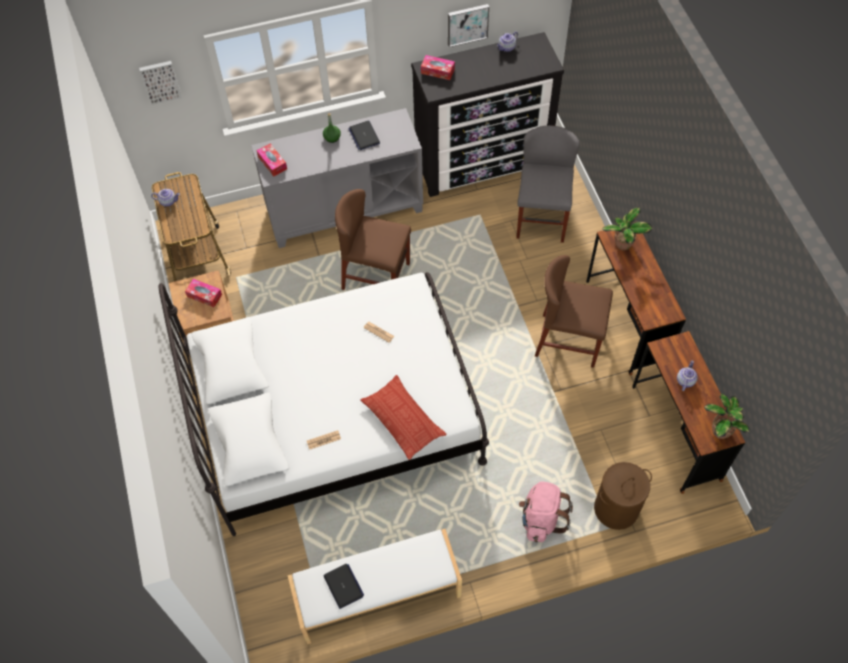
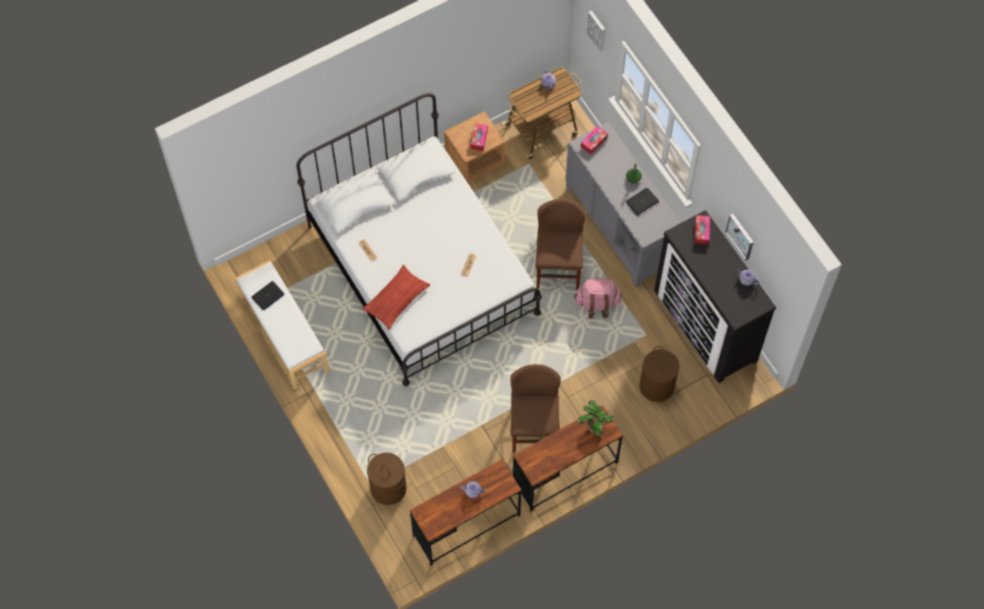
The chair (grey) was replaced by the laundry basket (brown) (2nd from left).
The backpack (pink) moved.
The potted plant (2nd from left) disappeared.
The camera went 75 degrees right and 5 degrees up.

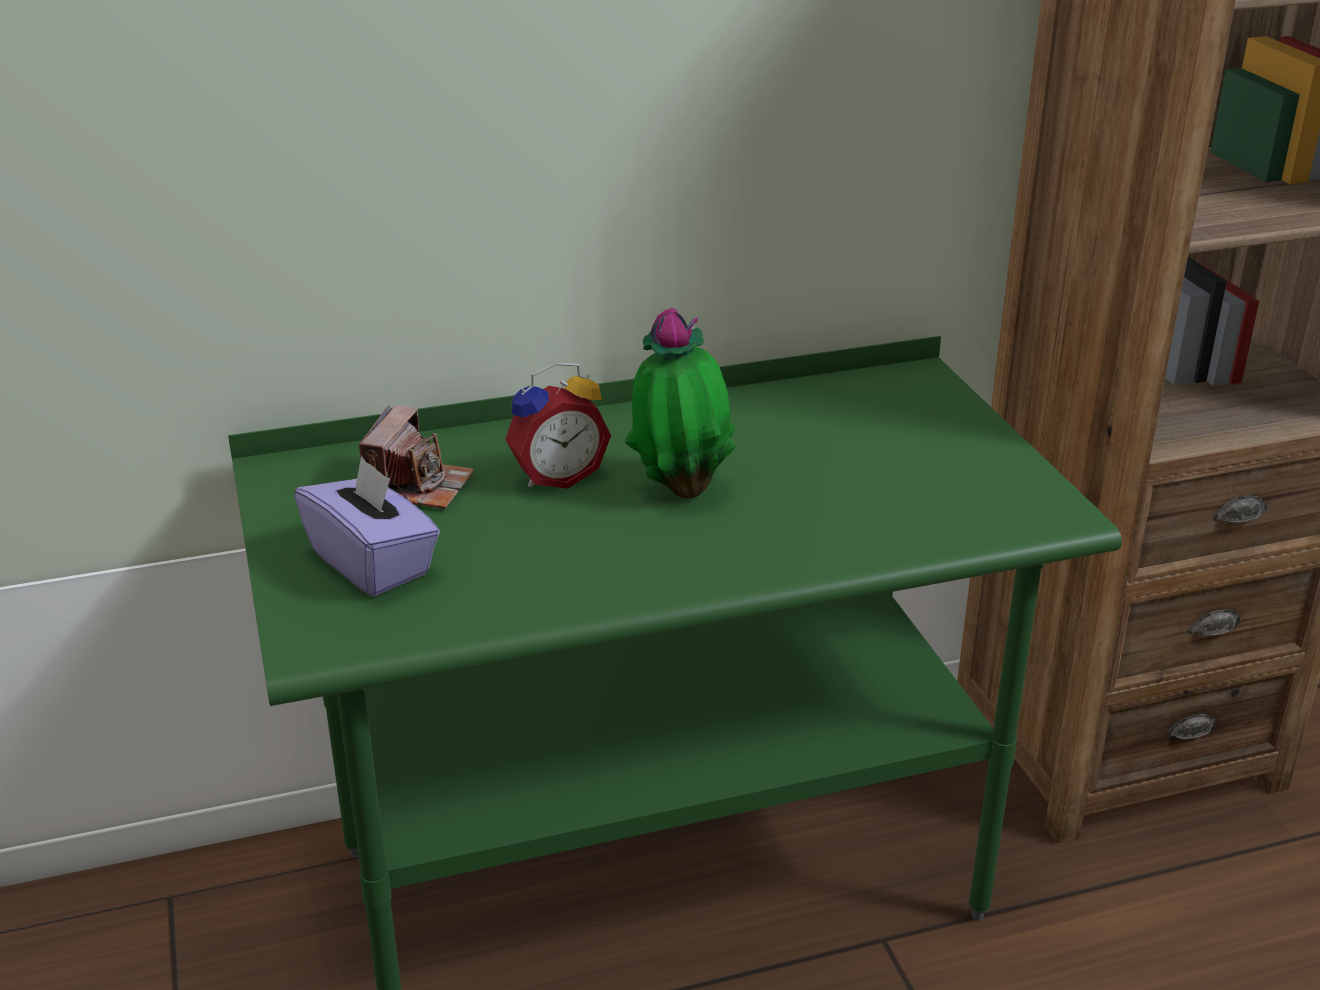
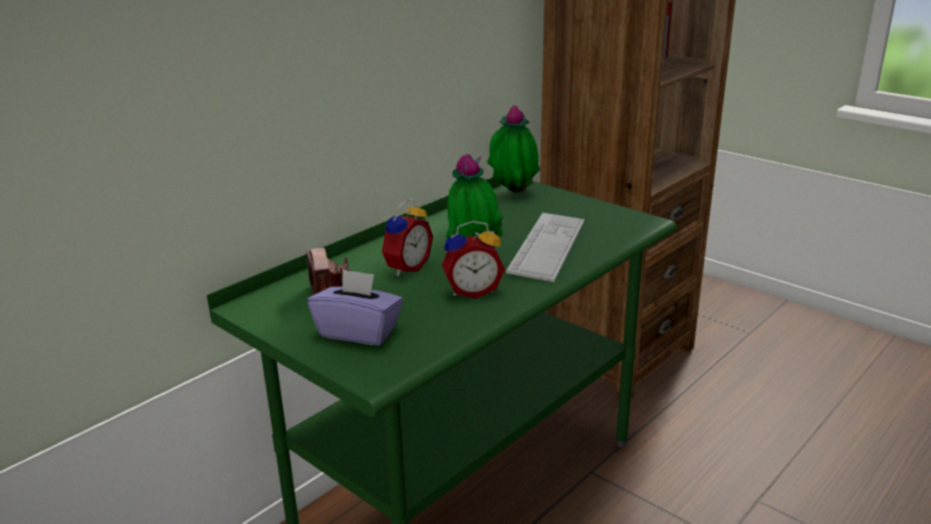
The alarm clock (2nd from left) appeared.
The potted plant (2nd from left) appeared.
The keyboard appeared.
The camera went 30 degrees left and 5 degrees down.

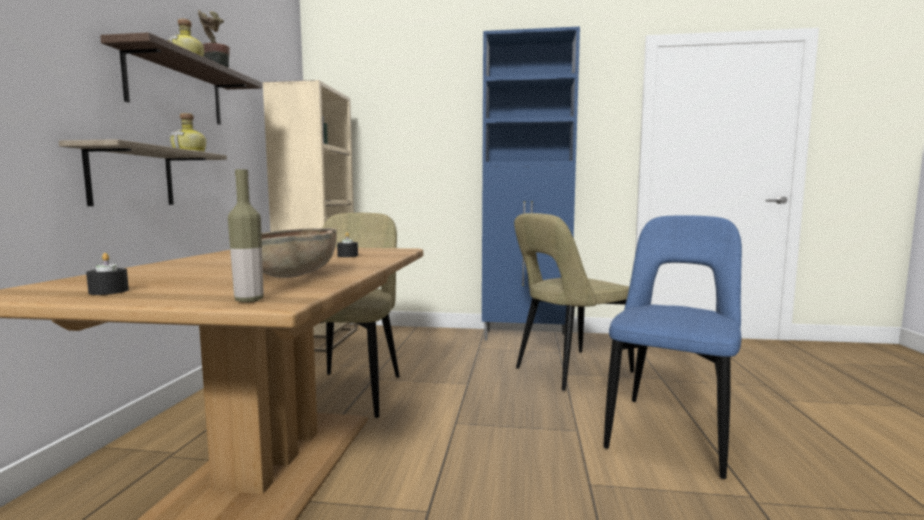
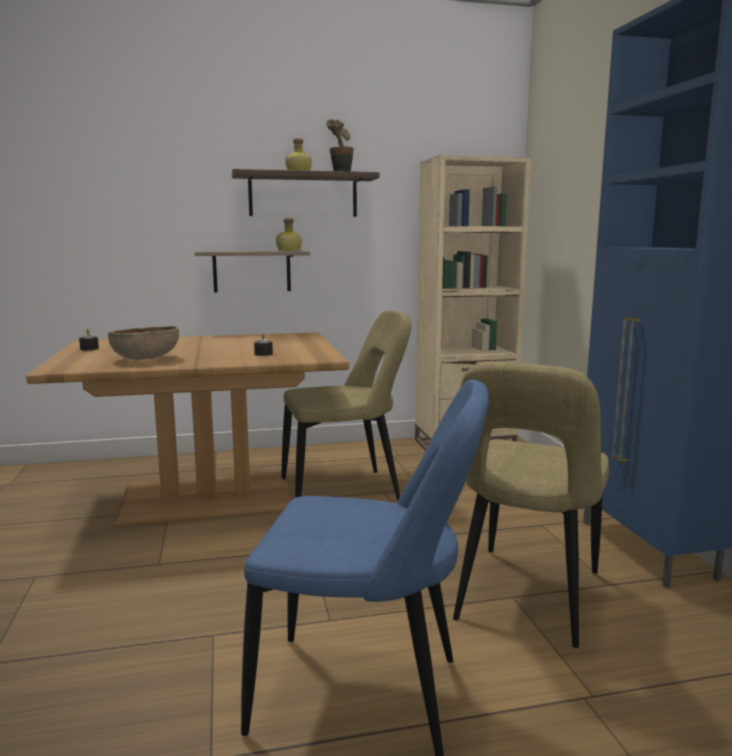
The bottle (3rd from left) disappeared.
The chair (beige) (2nd from left) turned 105 degrees counterclockwise.
The camera went 70 degrees right and 5 degrees up.

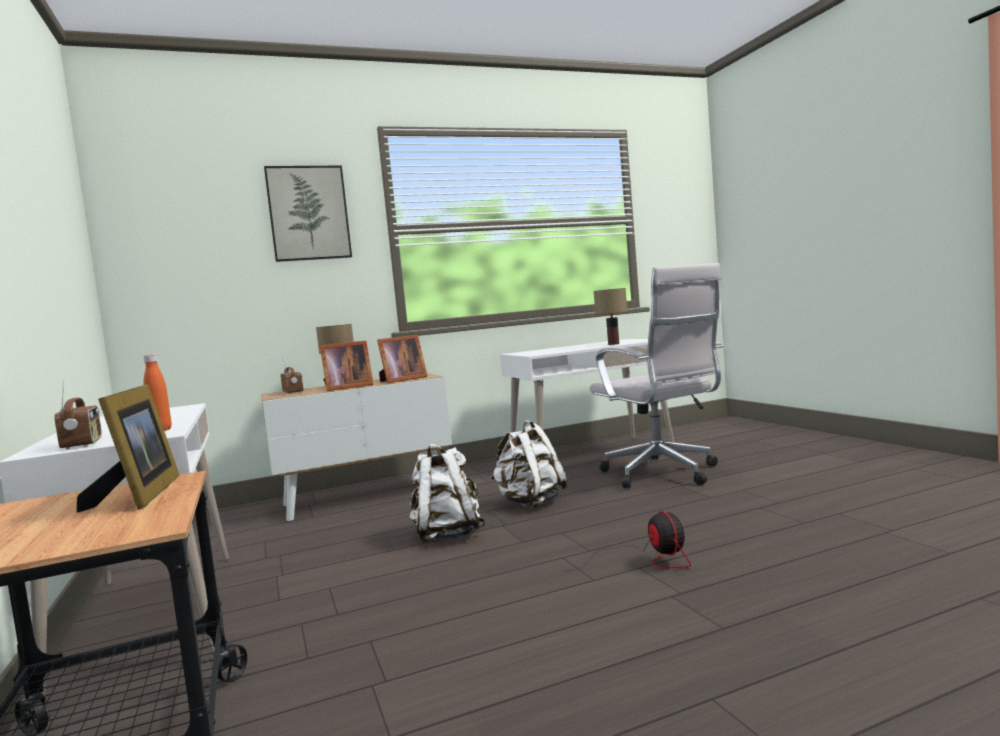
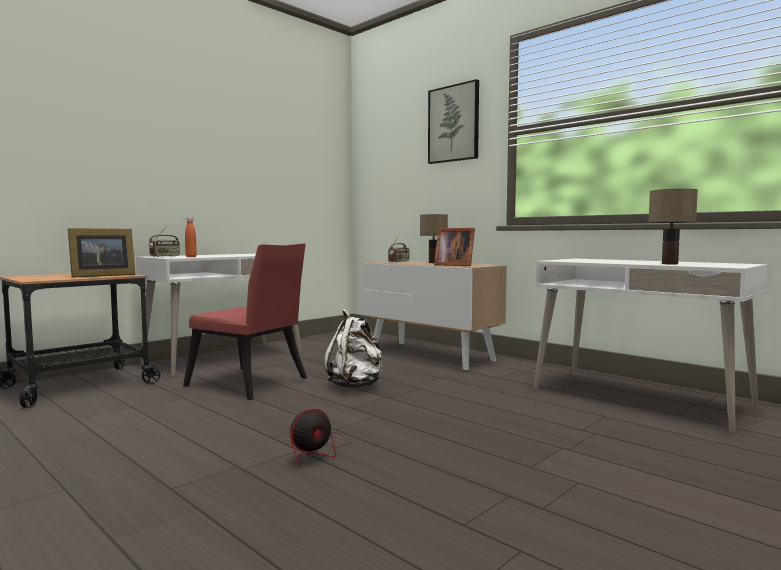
The picture frame (2nd from left) disappeared.
The backpack (white) (2nd from left) disappeared.
The office chair (white) disappeared.
The chair (red) appeared.
The camera went 65 degrees right and 0 degrees up.

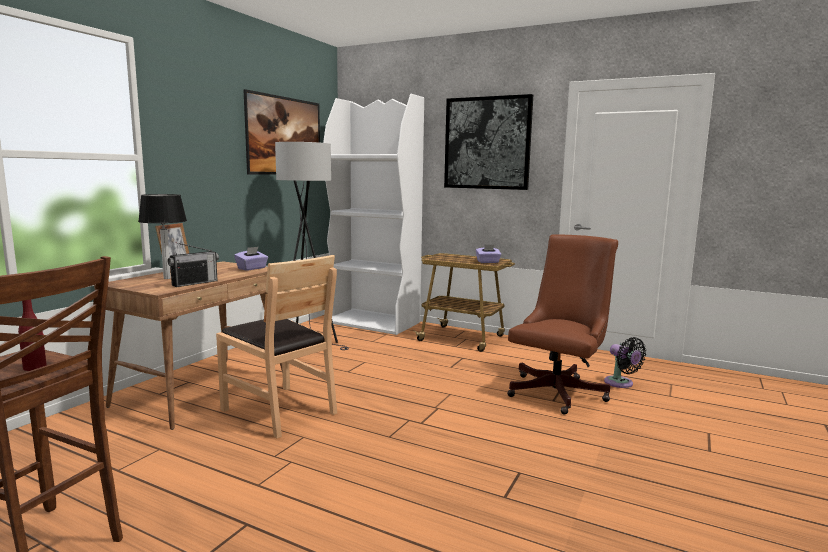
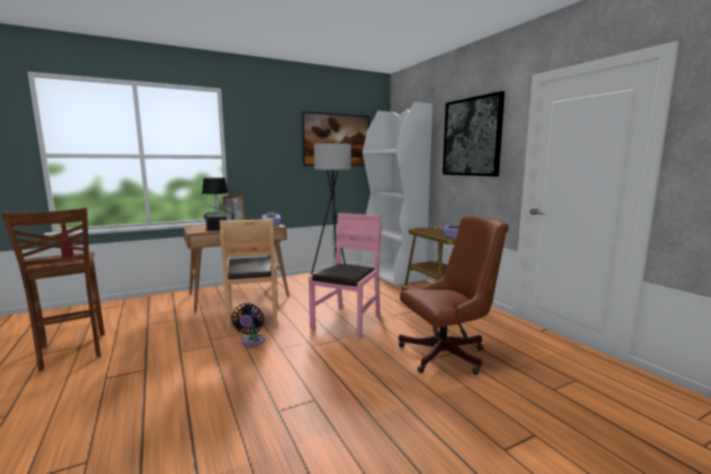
The fan (black) moved.
The chair (pink) appeared.
The camera went 35 degrees right and 0 degrees up.

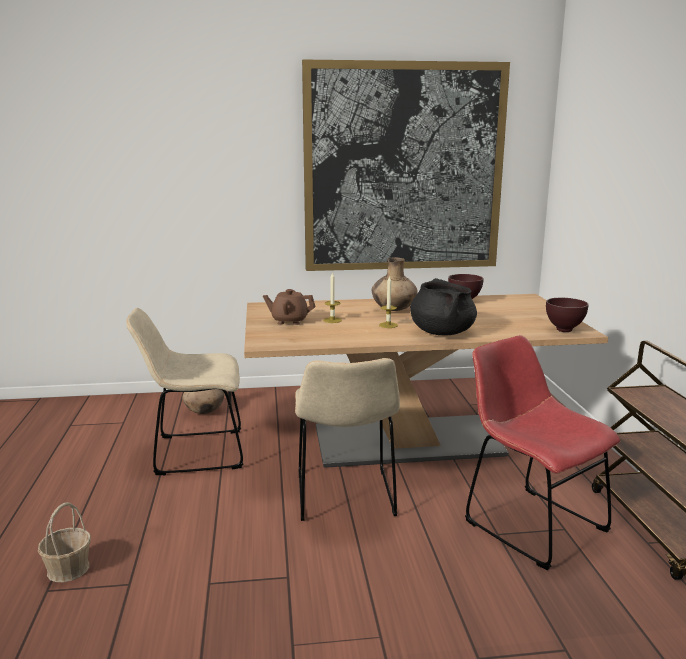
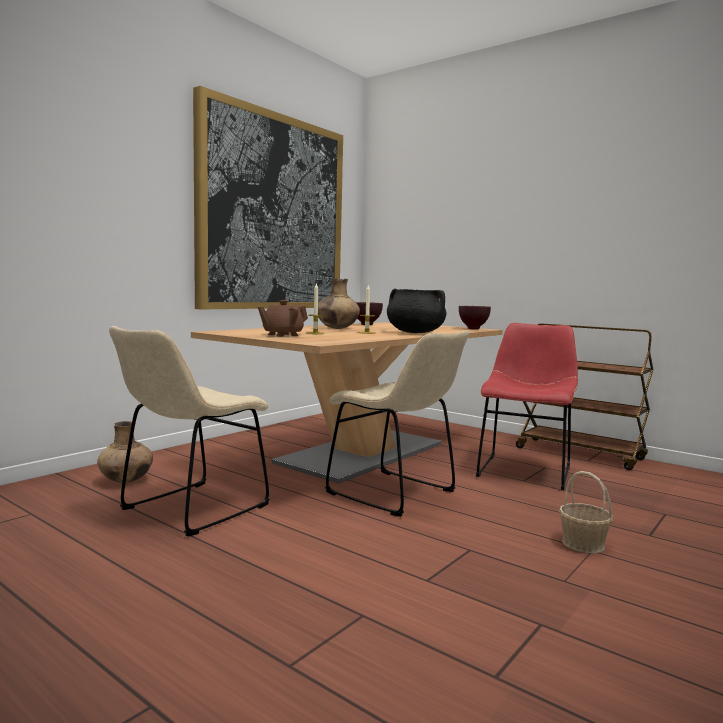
The basket moved.
The chair (red) turned 105 degrees clockwise.
The camera went 45 degrees left and 10 degrees down.

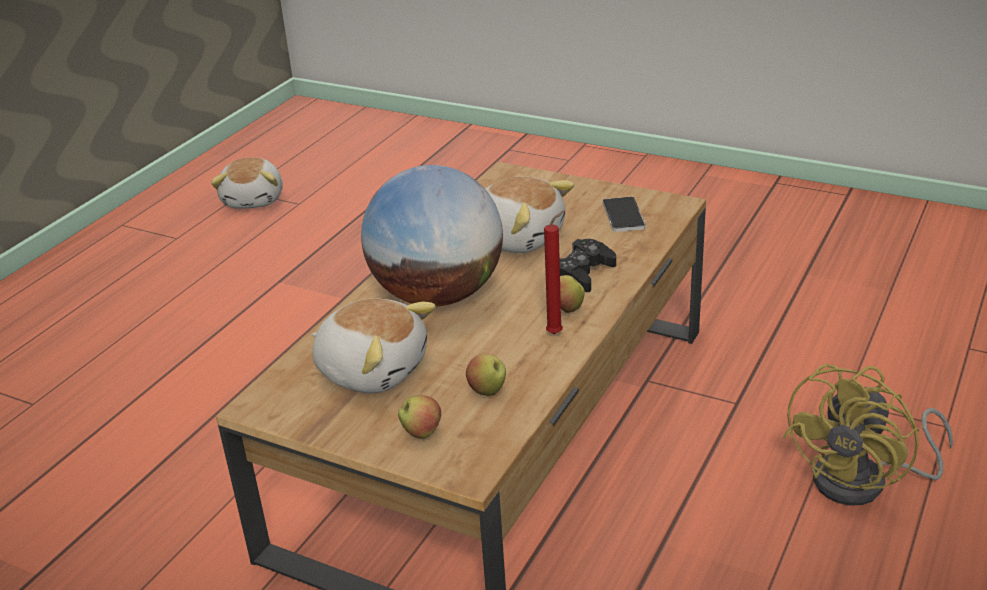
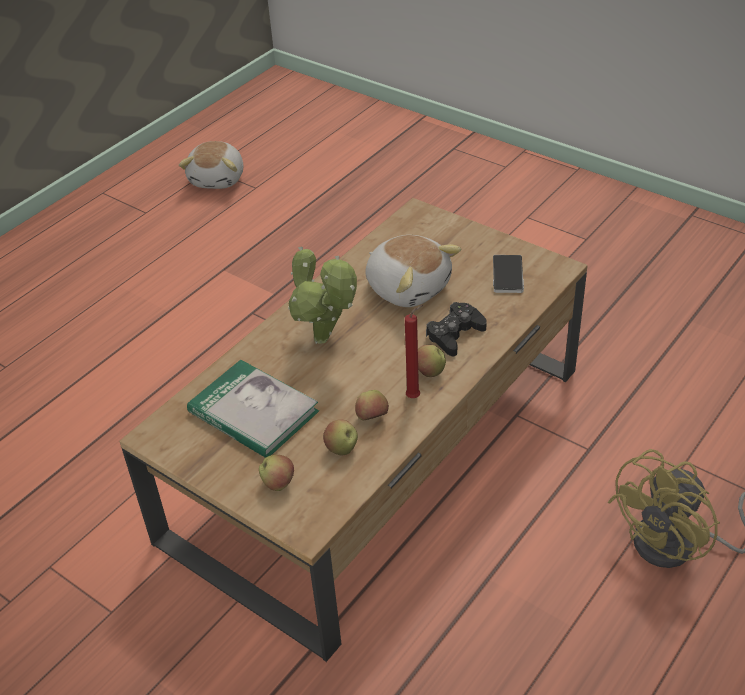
The plush toy (2nd from left) was replaced by the book.
The globe was replaced by the potted plant.
The apple (3rd from left) appeared.
The camera went 10 degrees right and 10 degrees up.

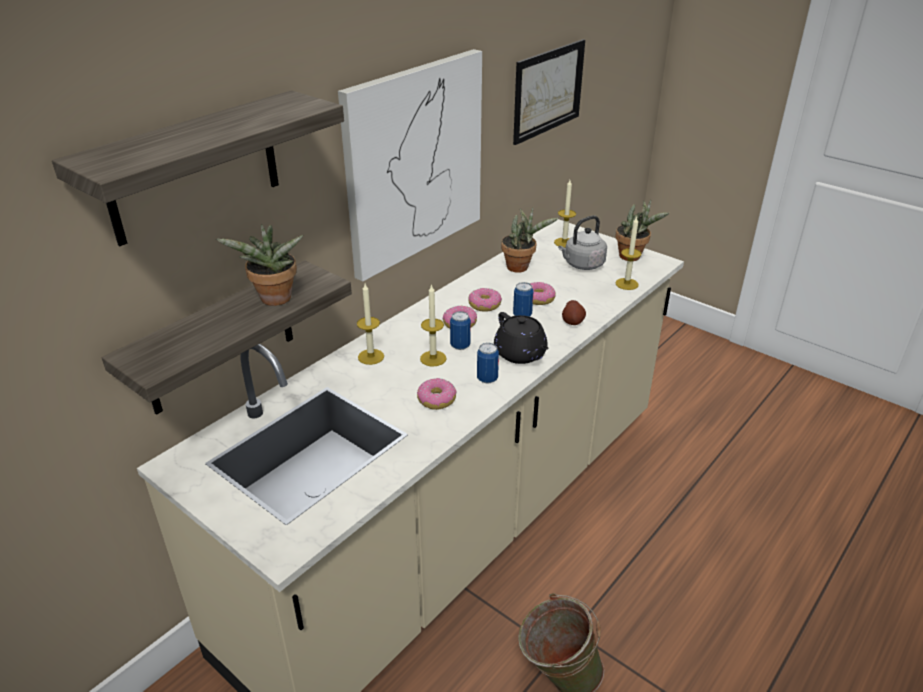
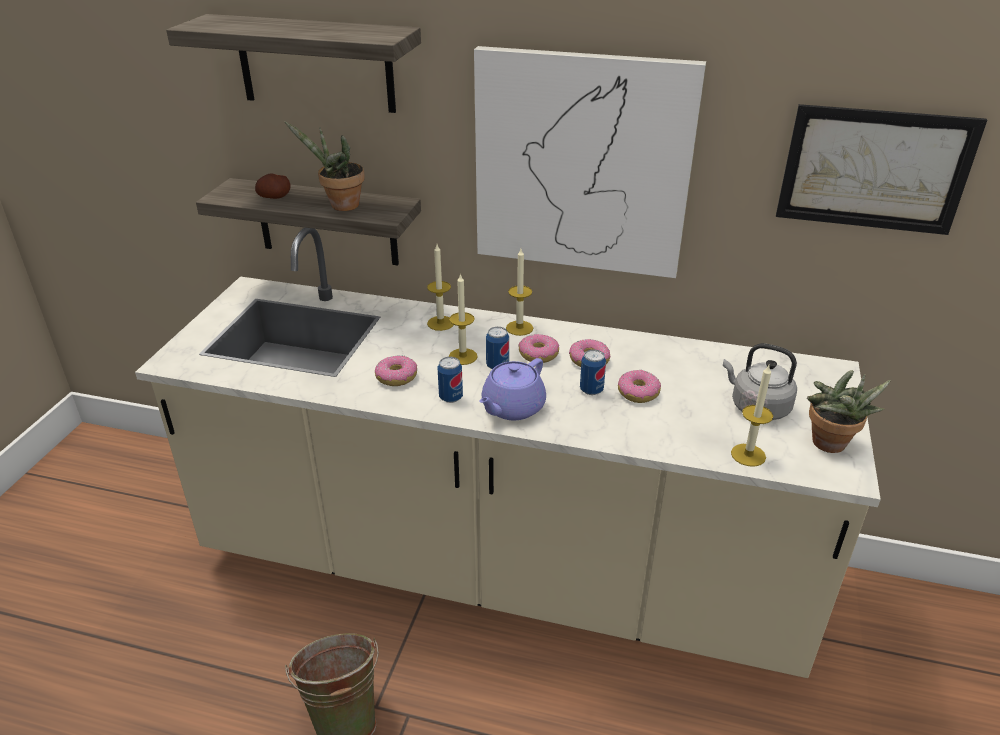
The teapot (black) became the teapot (purple).
The potted plant (2nd from left) disappeared.
The candle (3rd from left) moved.
The potato moved.
The camera went 65 degrees right and 0 degrees up.

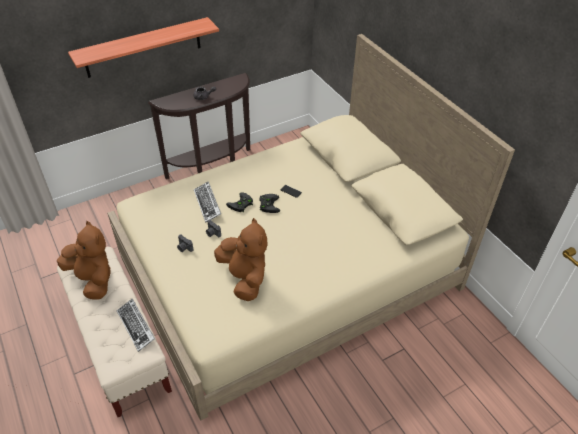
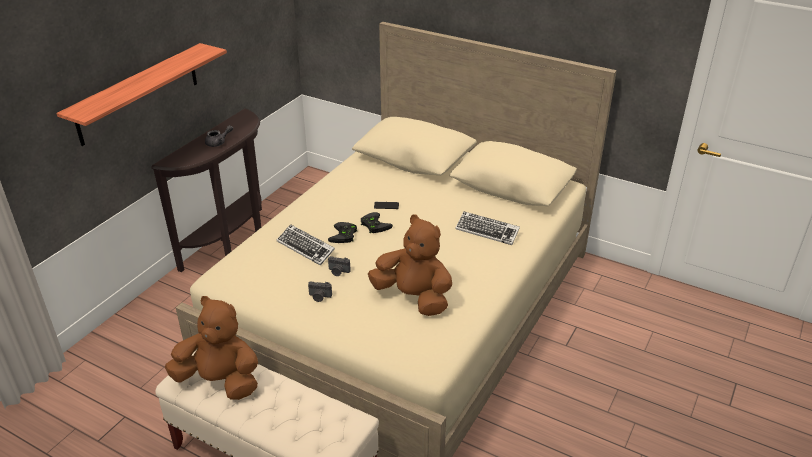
The keyboard (1st from left in the first image) moved.
The camera went 30 degrees left and 10 degrees down.

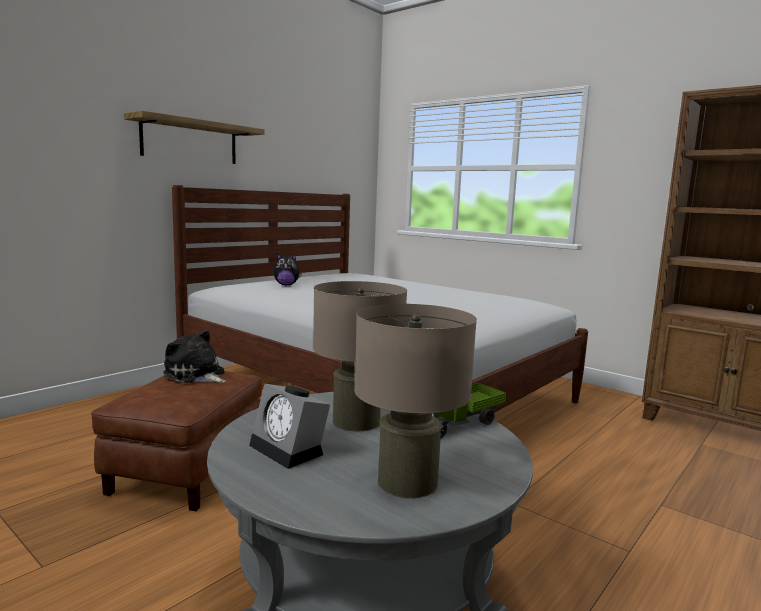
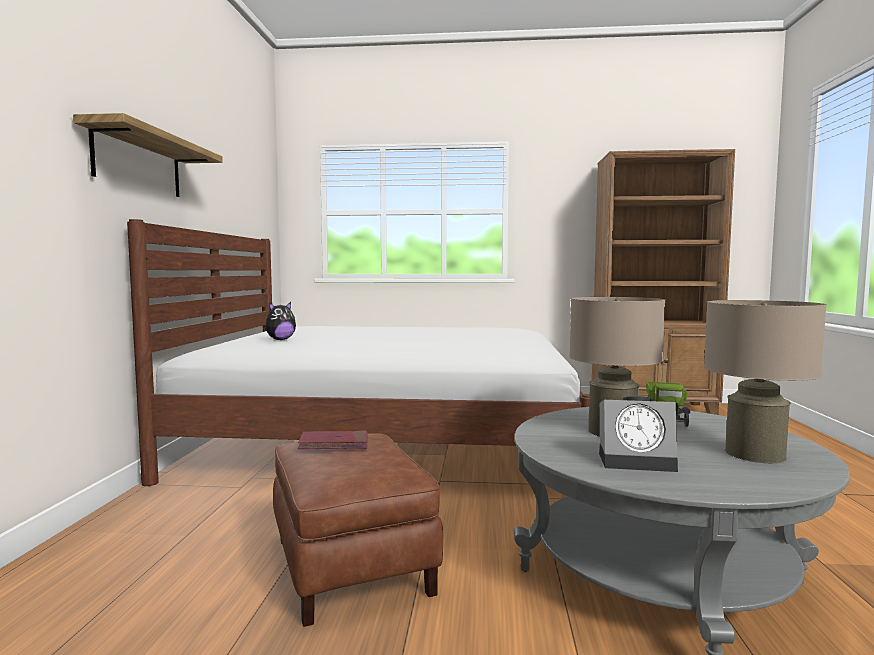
The plush toy (1st from left) was replaced by the book (red).
The camera went 35 degrees left and 5 degrees down.

